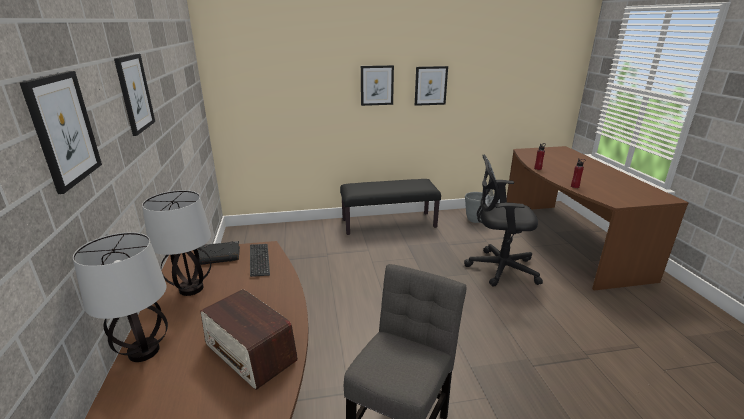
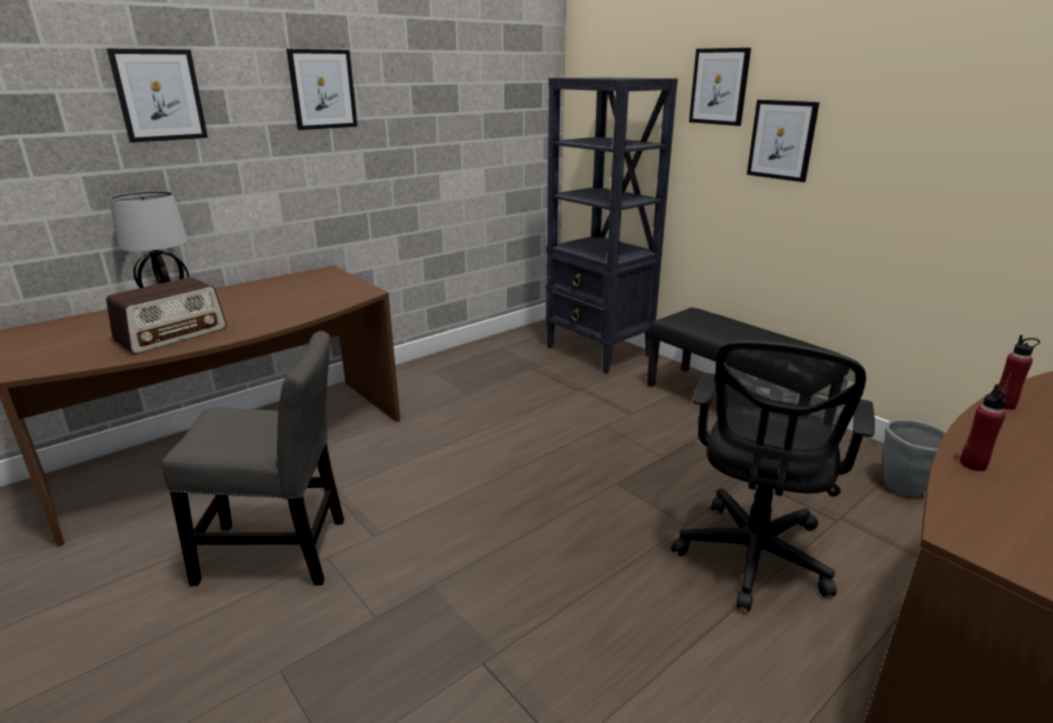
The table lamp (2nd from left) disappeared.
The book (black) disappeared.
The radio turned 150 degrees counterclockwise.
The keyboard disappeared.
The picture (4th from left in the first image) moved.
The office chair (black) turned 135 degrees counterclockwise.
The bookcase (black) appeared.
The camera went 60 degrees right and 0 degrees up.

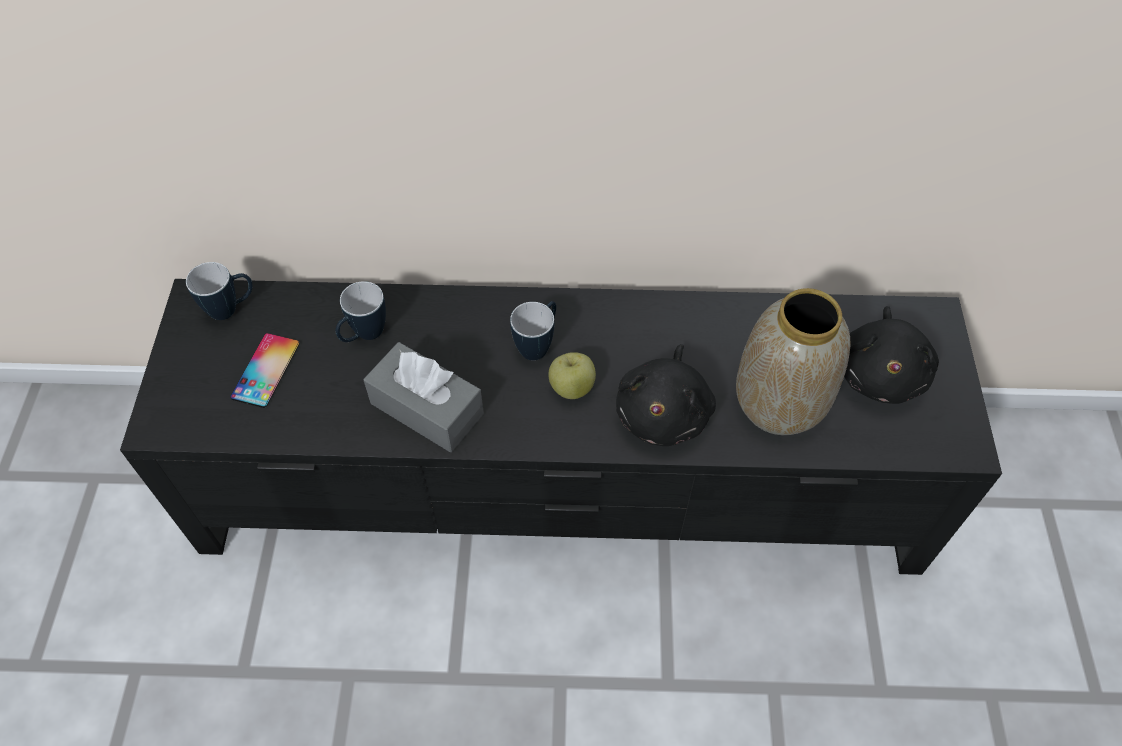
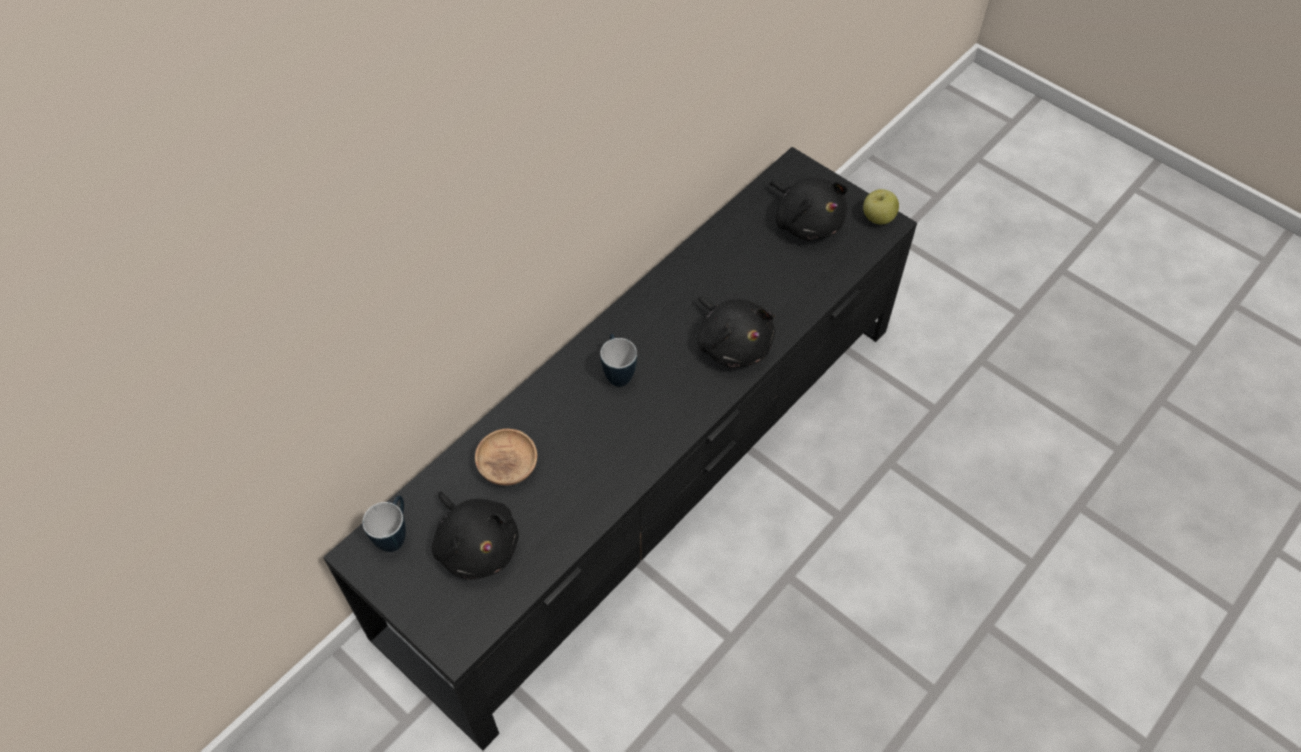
The phone was replaced by the plush toy (black) (1st from left).
The mug (2nd from left) was replaced by the bowl (brown).
The tissue box (grey) disappeared.
The apple moved.
The vase disappeared.
The camera went 50 degrees left and 0 degrees up.

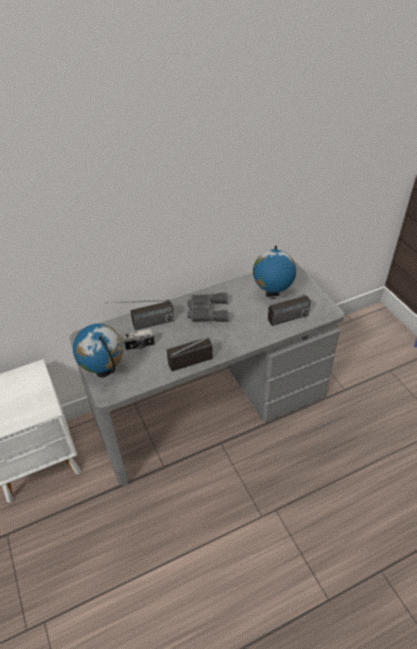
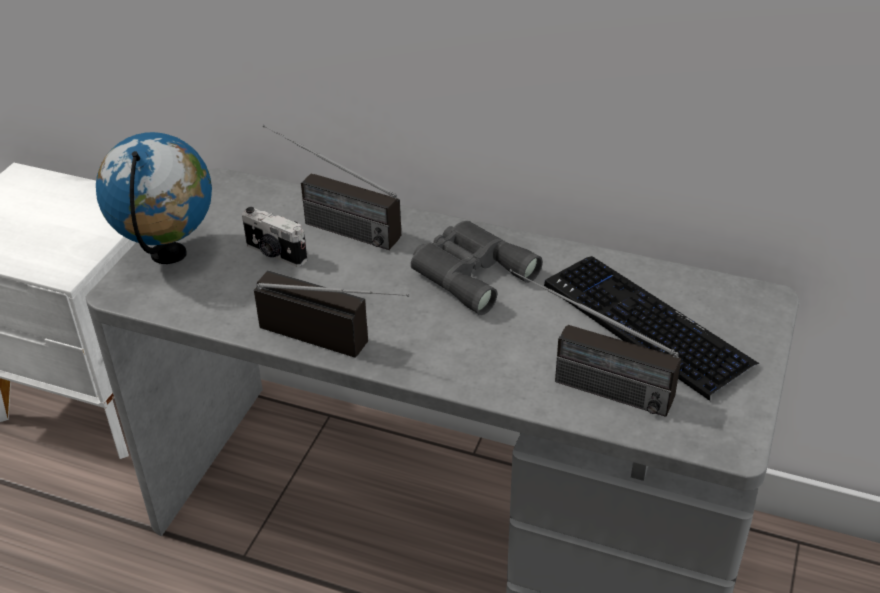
The globe (2nd from left) was replaced by the keyboard.
The camera went 45 degrees right and 5 degrees down.

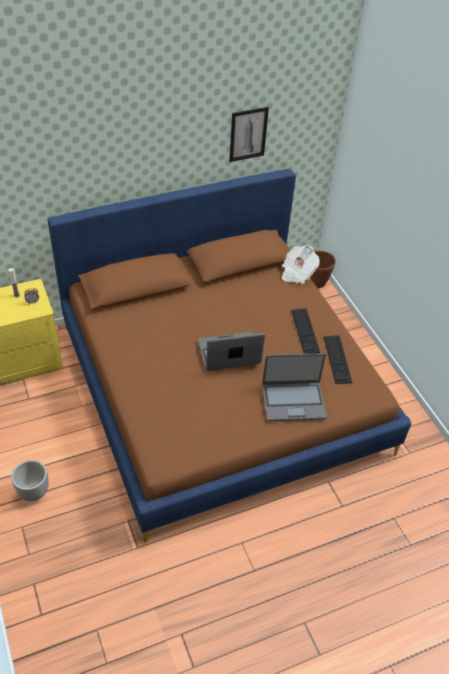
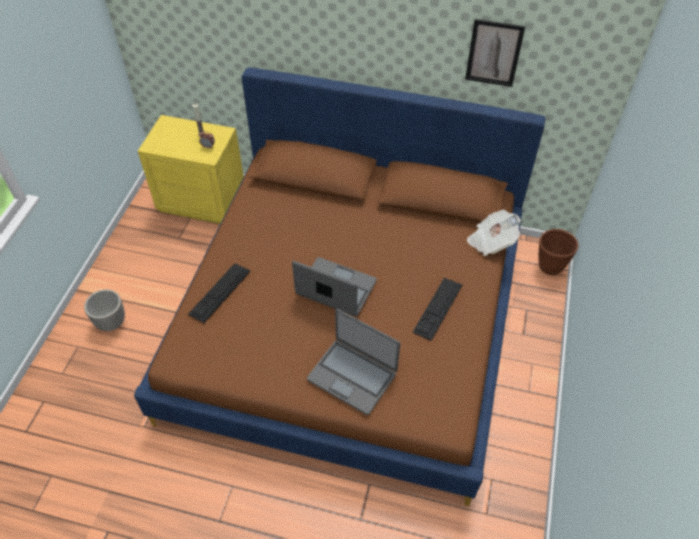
The keyboard (2nd from left in the first image) moved.
The camera went 40 degrees right and 5 degrees up.

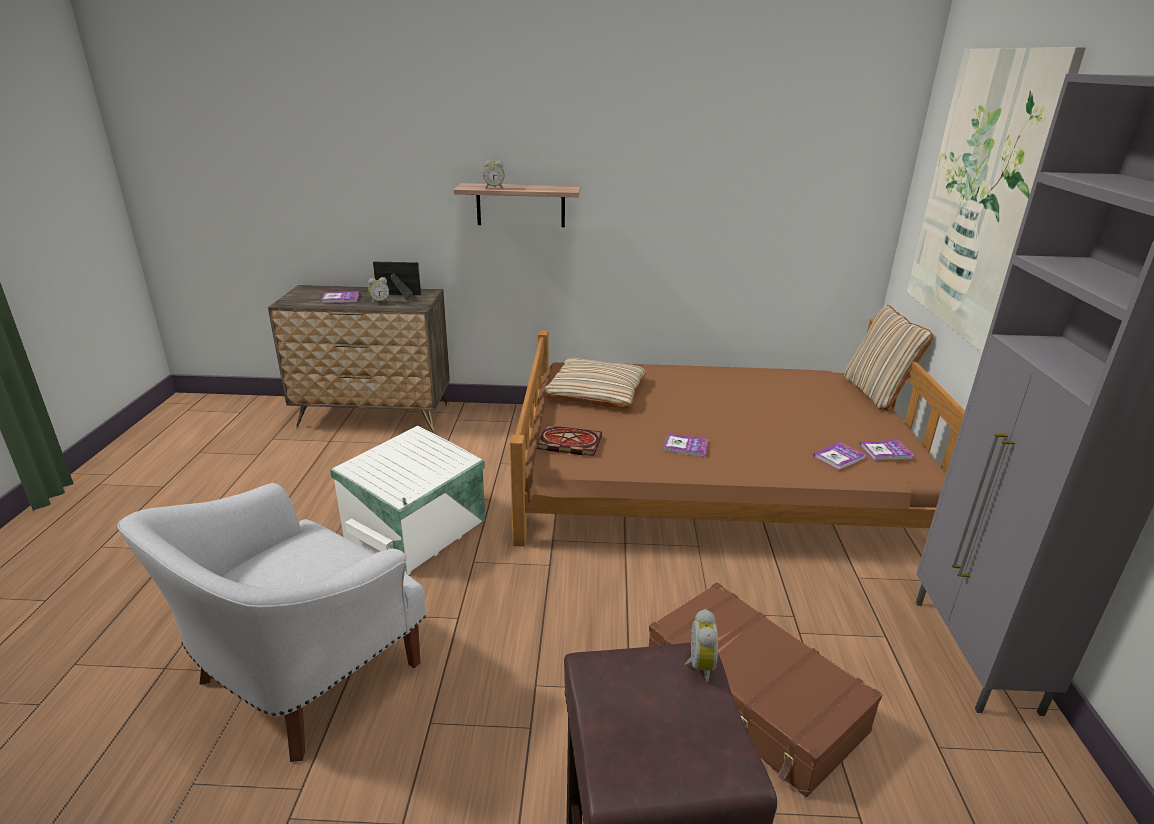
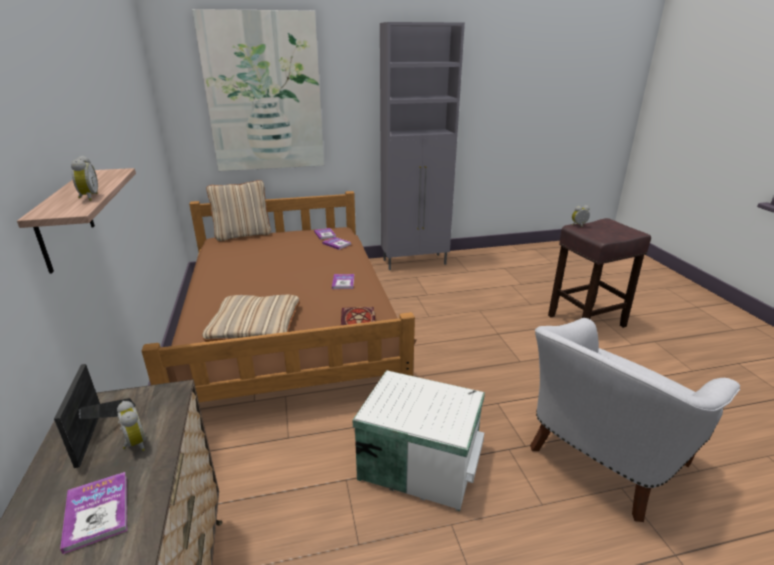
The armchair (white) turned 120 degrees clockwise.
The suitcase (brown) disappeared.
The camera went 105 degrees left and 0 degrees up.

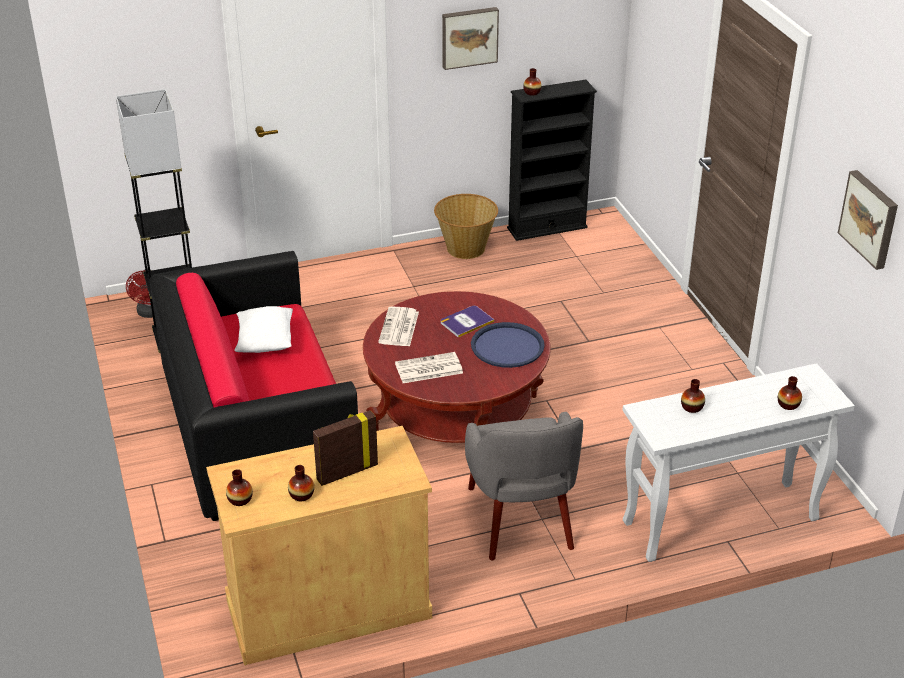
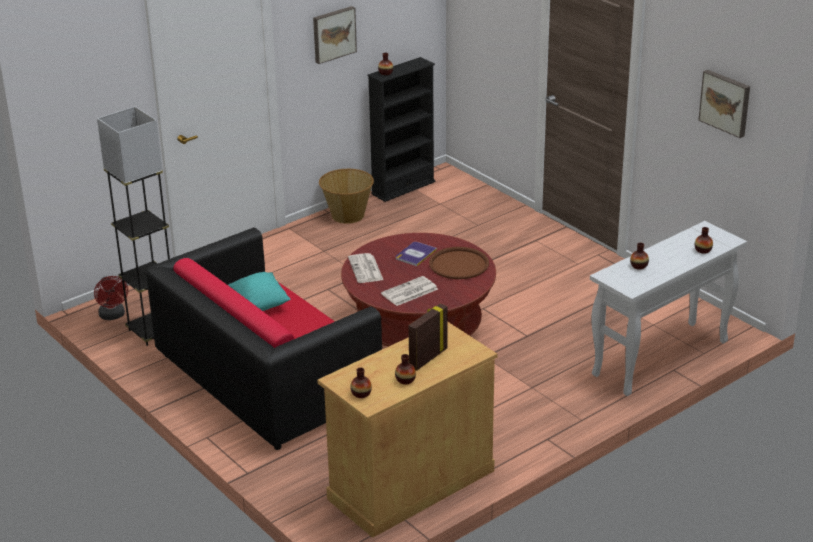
The pillow (white) became the pillow (turquoise).
The armchair (grey) disappeared.
The tray (blue) became the tray (brown).
The camera went 20 degrees left and 5 degrees down.

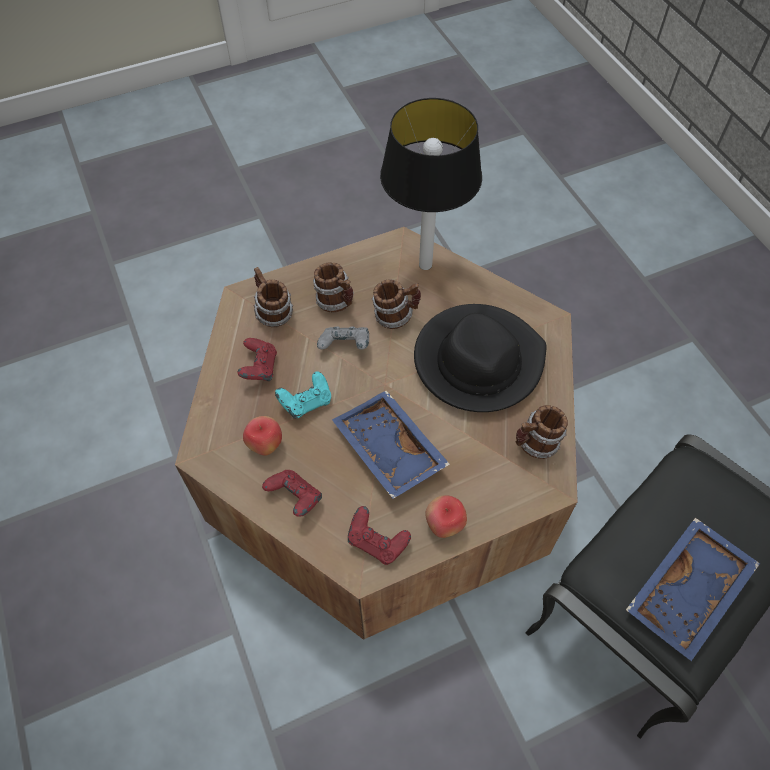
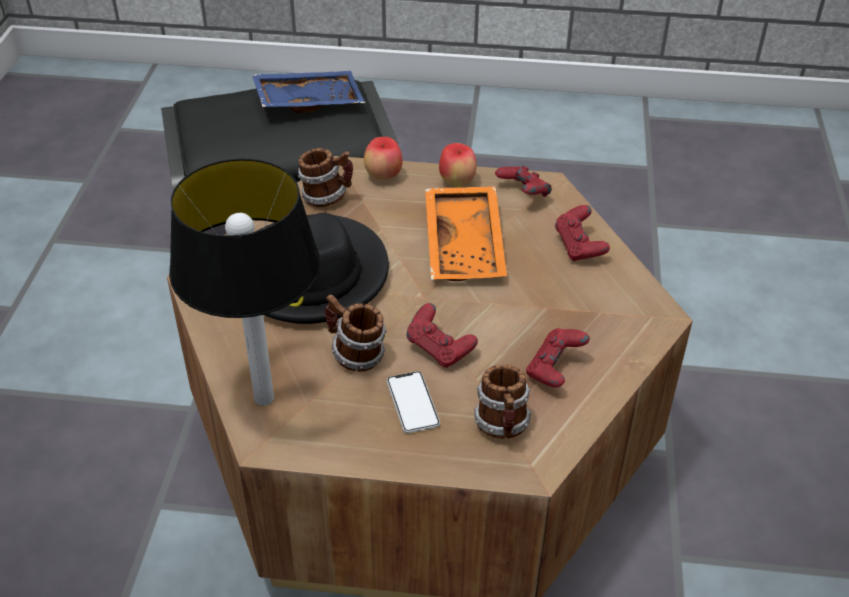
The apple (1st from left) moved.
The game controller (turquoise) disappeared.
The mug (2nd from left) was replaced by the phone.
The game controller (grey) became the game controller (red) (1st from left).
The tray (blue) (1st from left) became the tray (orange).
The camera went 150 degrees left and 15 degrees down.

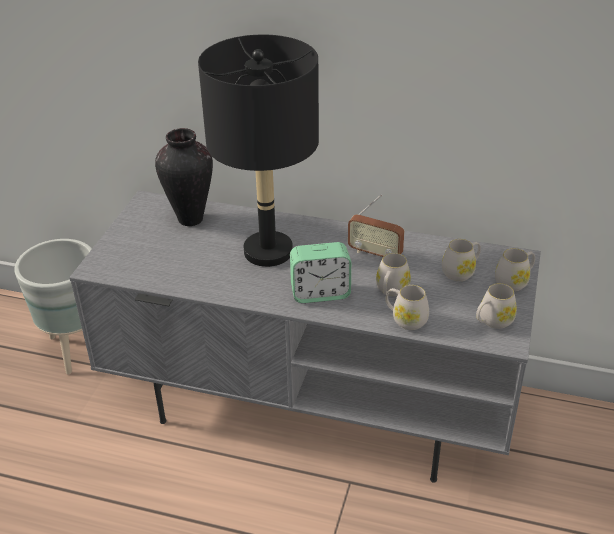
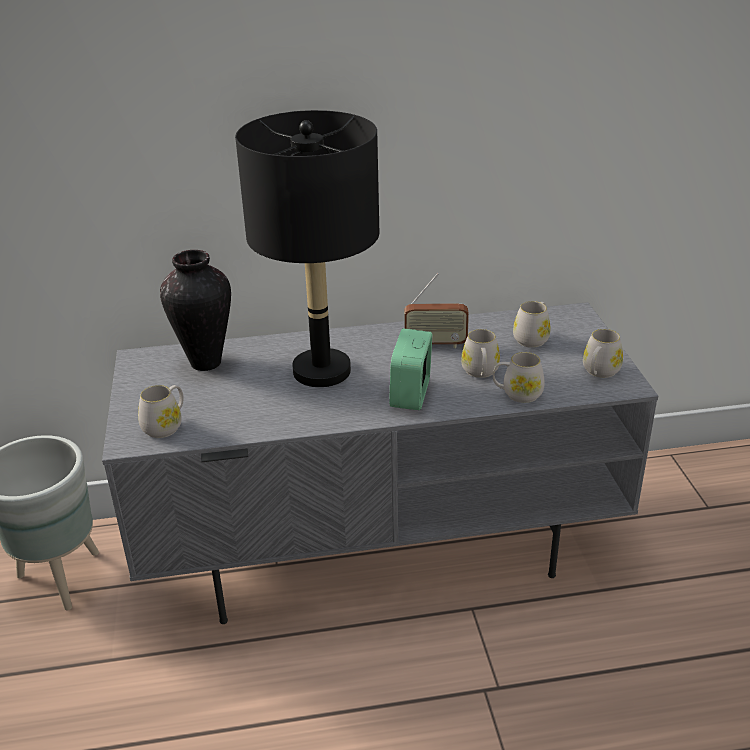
The alarm clock turned 135 degrees clockwise.
The mug (white) (5th from left in the first image) moved.
The camera went 25 degrees left and 5 degrees down.

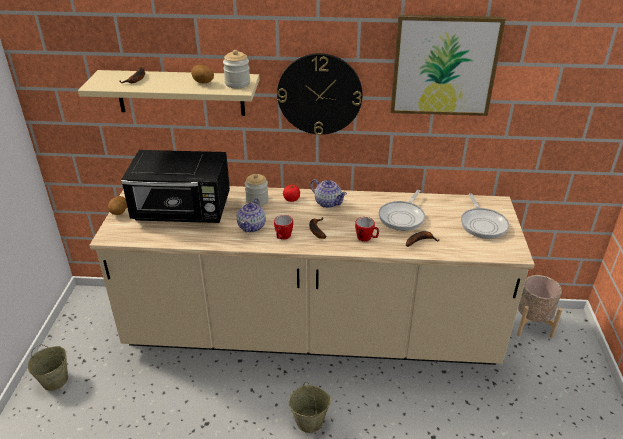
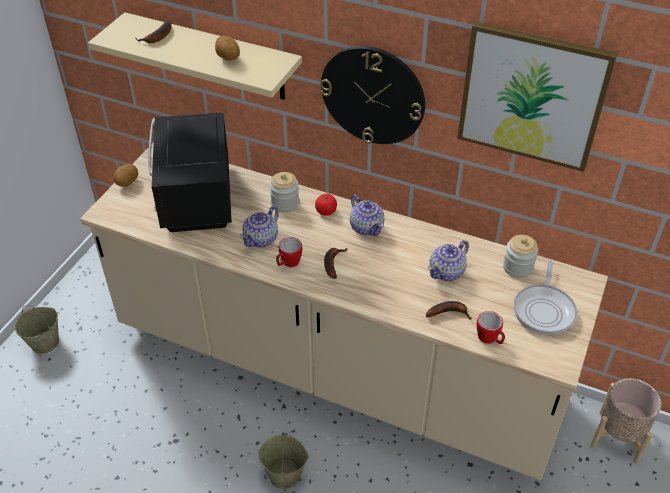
The microwave (black) turned 60 degrees clockwise.
The jar (1st from left in the first image) moved.
The mug (2nd from left) moved.
The frying pan (1st from left) was replaced by the teapot (3rd from left).
The camera went 20 degrees right and 10 degrees up.

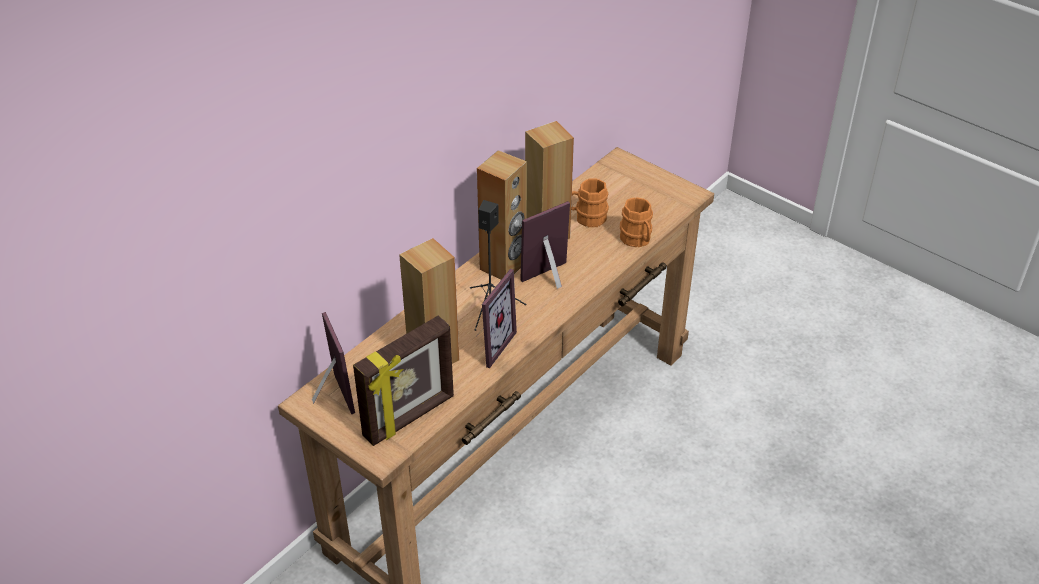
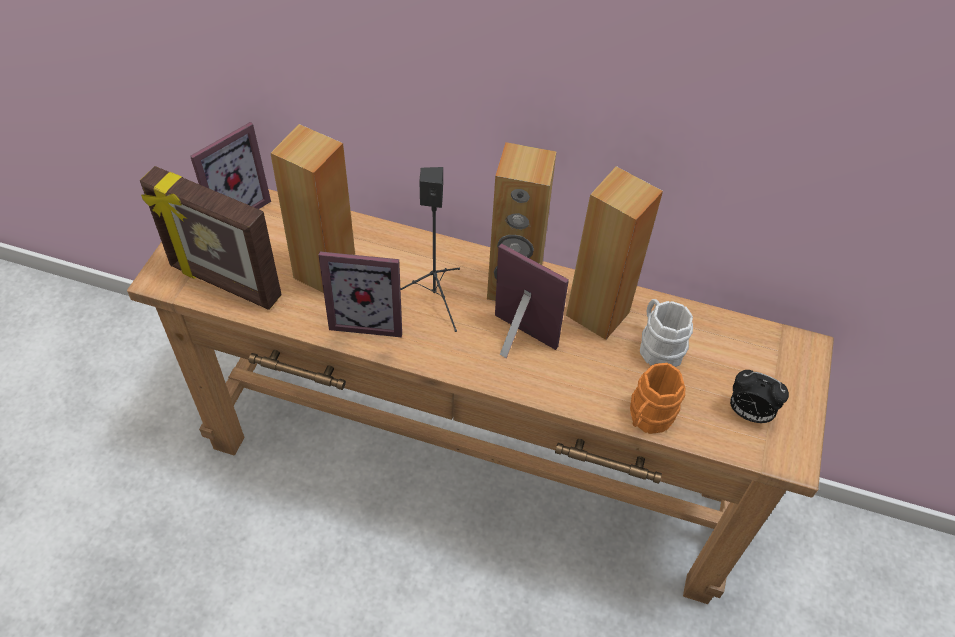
The mug (orange) (1st from left) became the mug (white).
The alarm clock appeared.
The camera went 65 degrees right and 10 degrees up.

